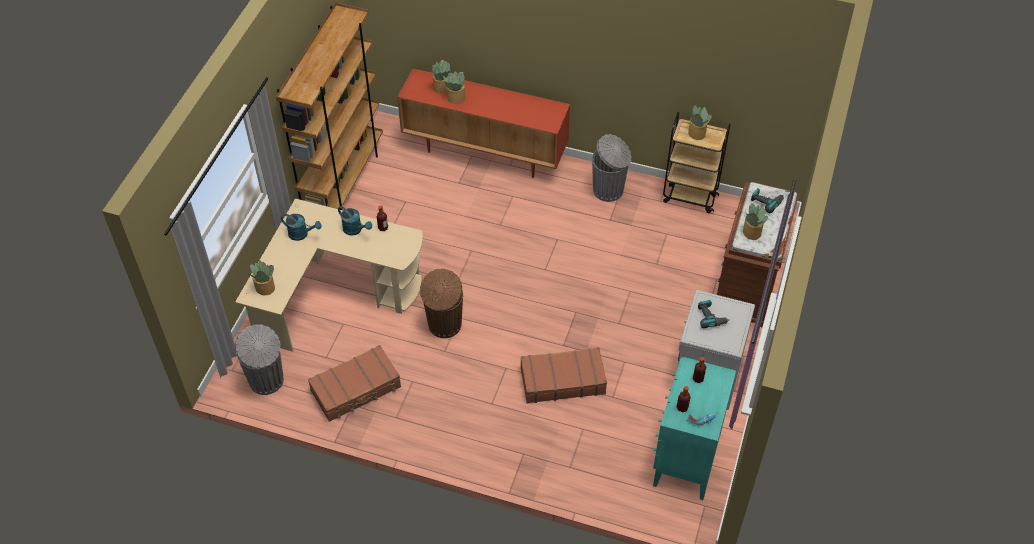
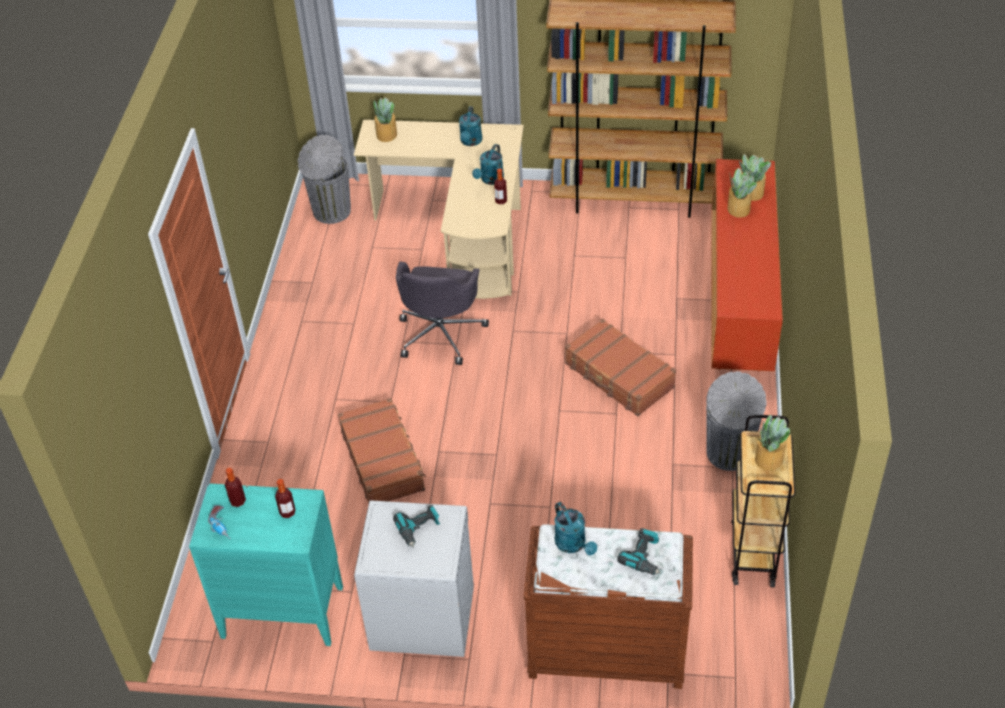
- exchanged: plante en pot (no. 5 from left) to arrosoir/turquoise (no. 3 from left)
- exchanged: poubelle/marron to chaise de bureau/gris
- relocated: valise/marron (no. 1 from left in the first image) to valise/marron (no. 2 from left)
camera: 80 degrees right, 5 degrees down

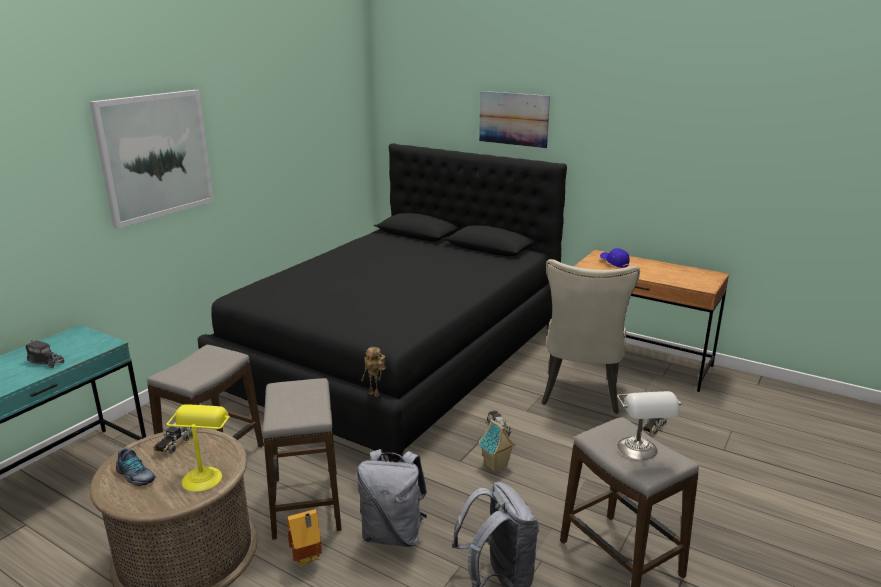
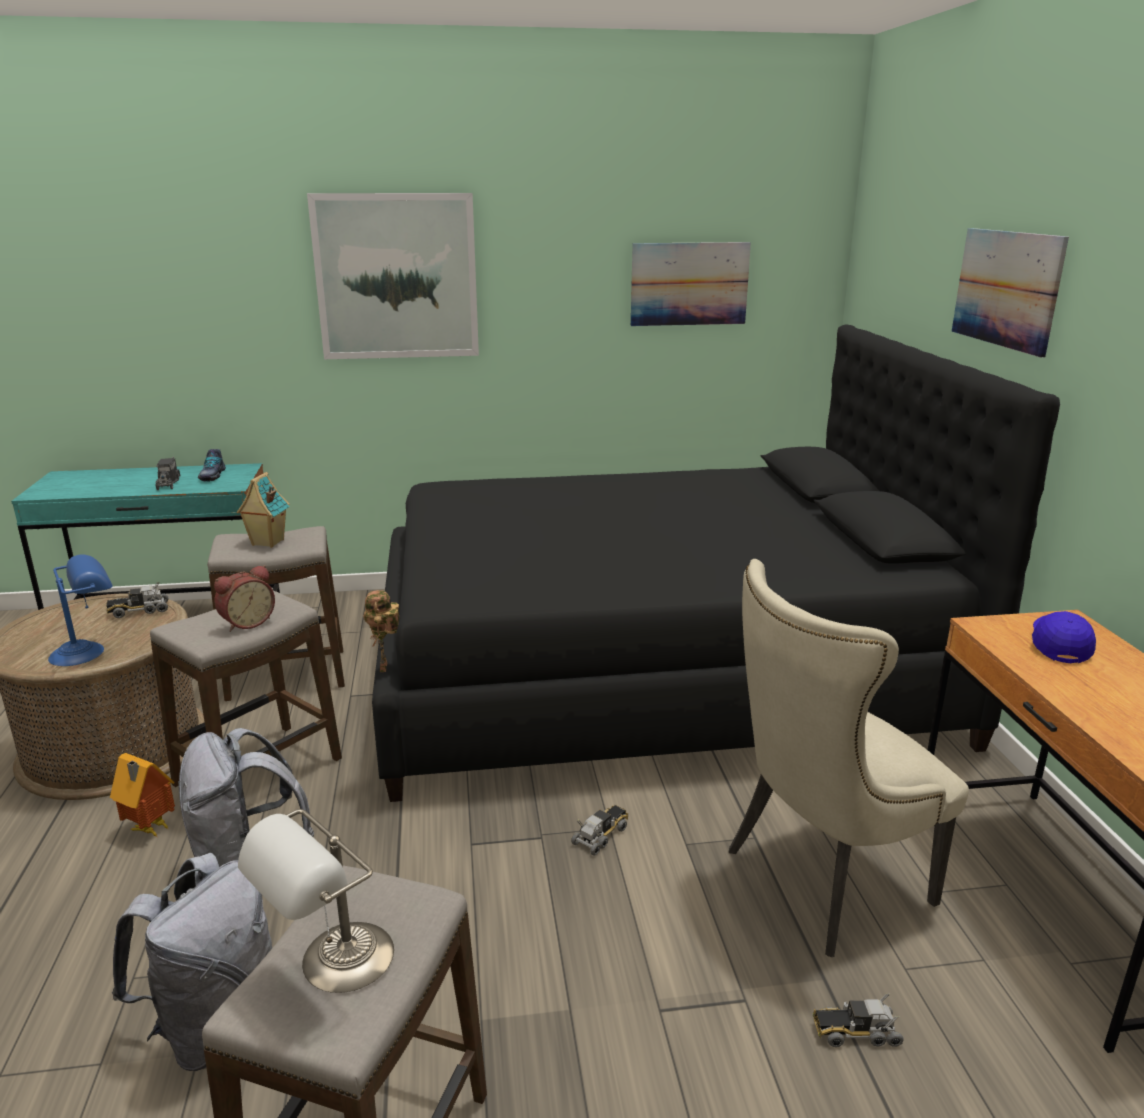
- colour: lampe de table/jaune to lampe de table/bleu
- relocated: maison miniature (no. 2 from left)
- relocated: chaussure
- appeared: tableau (no. 2 from left)
- appeared: réveil
camera: 50 degrees right, 0 degrees up

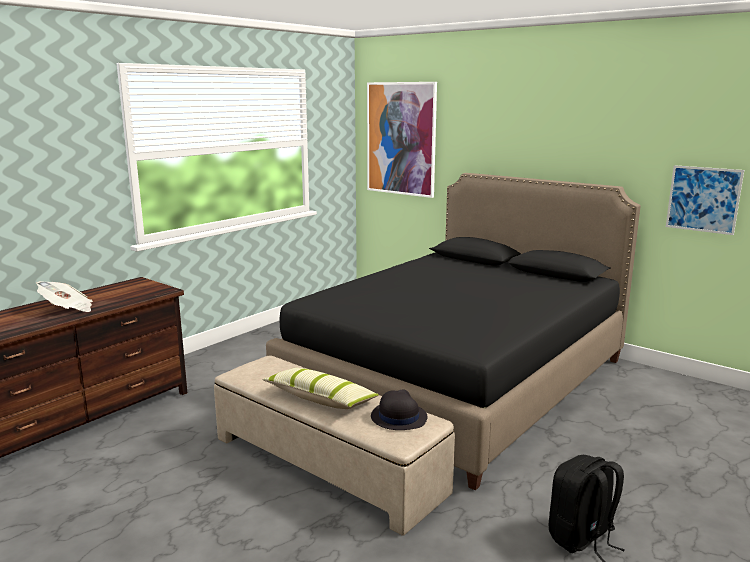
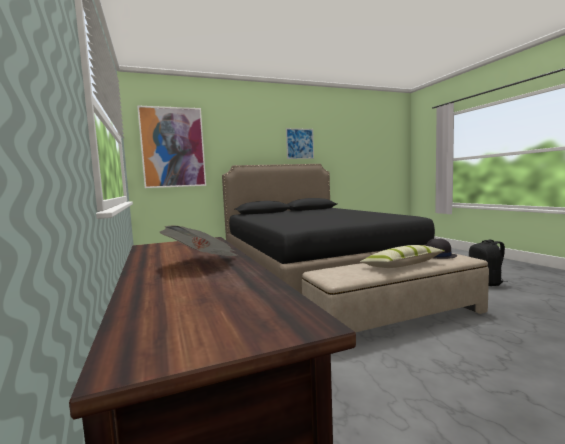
- relocated: tableau (no. 2 from left)
camera: 60 degrees left, 10 degrees down

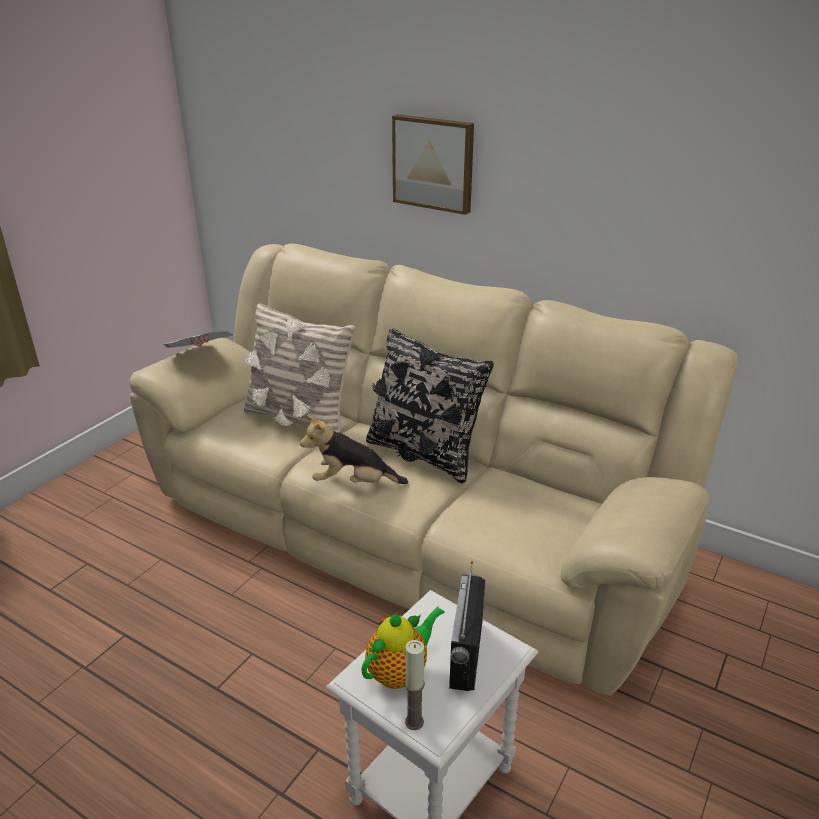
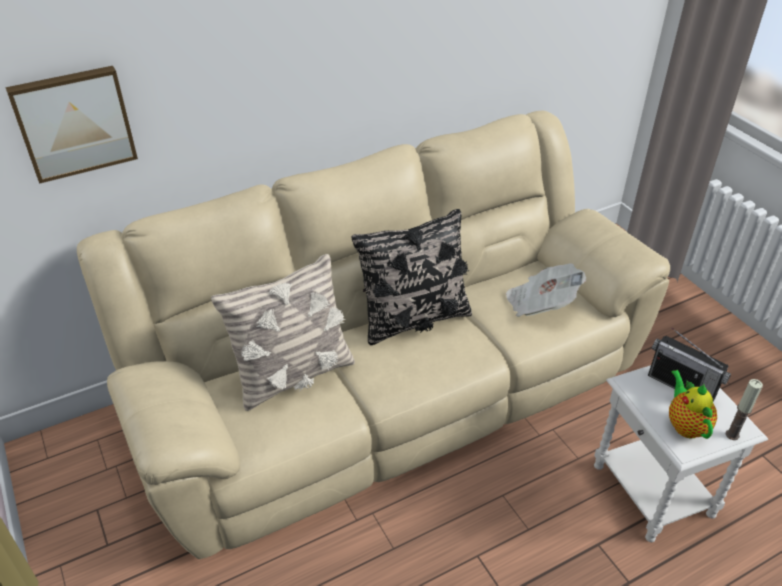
- relocated: tableau
- relocated: journal
- missing: peluche
camera: 60 degrees left, 10 degrees up

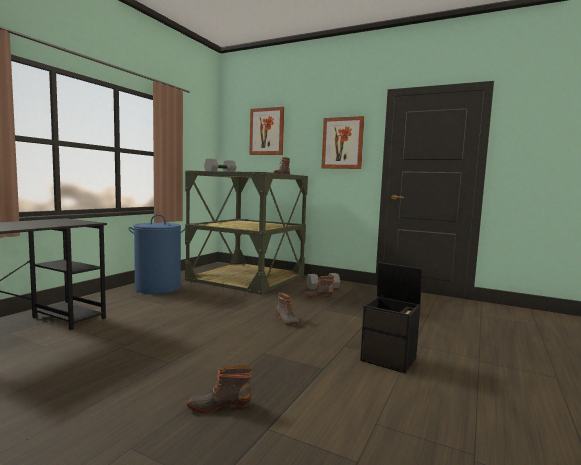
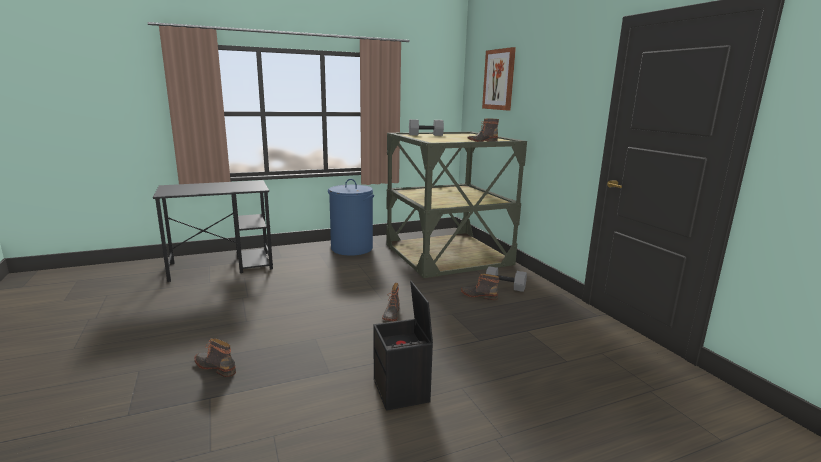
- missing: tableau (no. 2 from left)
camera: 40 degrees right, 10 degrees up

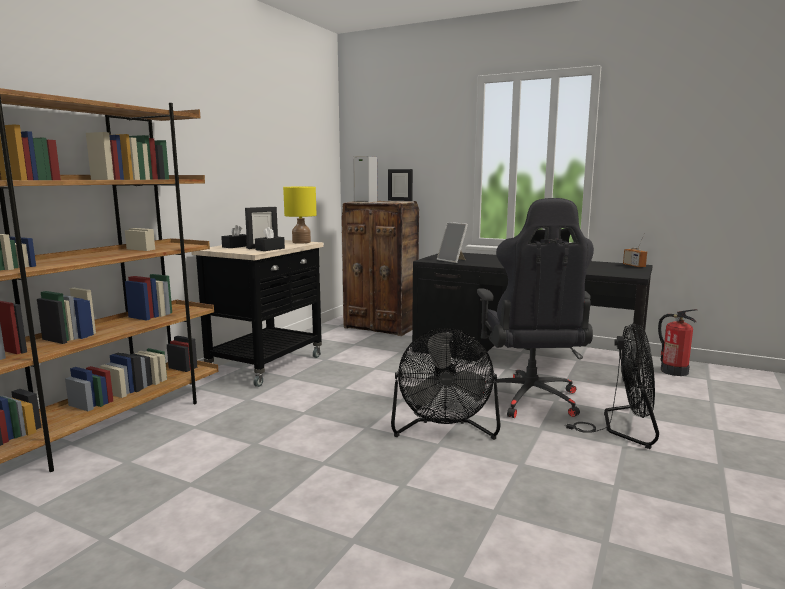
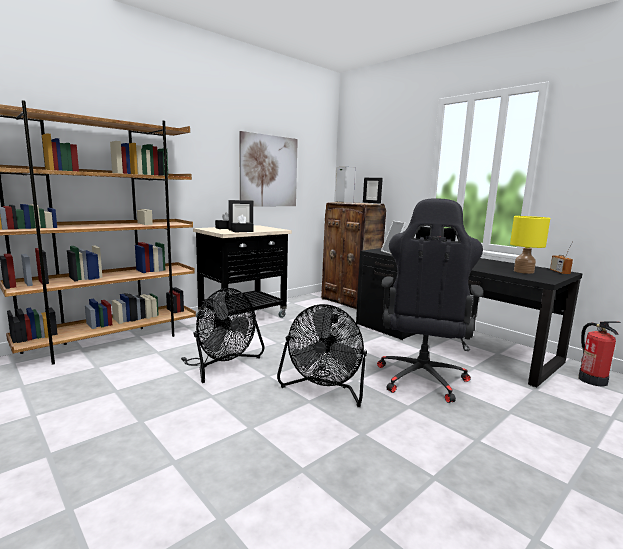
- relocated: lampe de table/jaune
- relocated: ventilateur/noir (no. 2 from left in the first image) to ventilateur/noir (no. 1 from left)
- appeared: tableau
camera: 20 degrees right, 0 degrees up

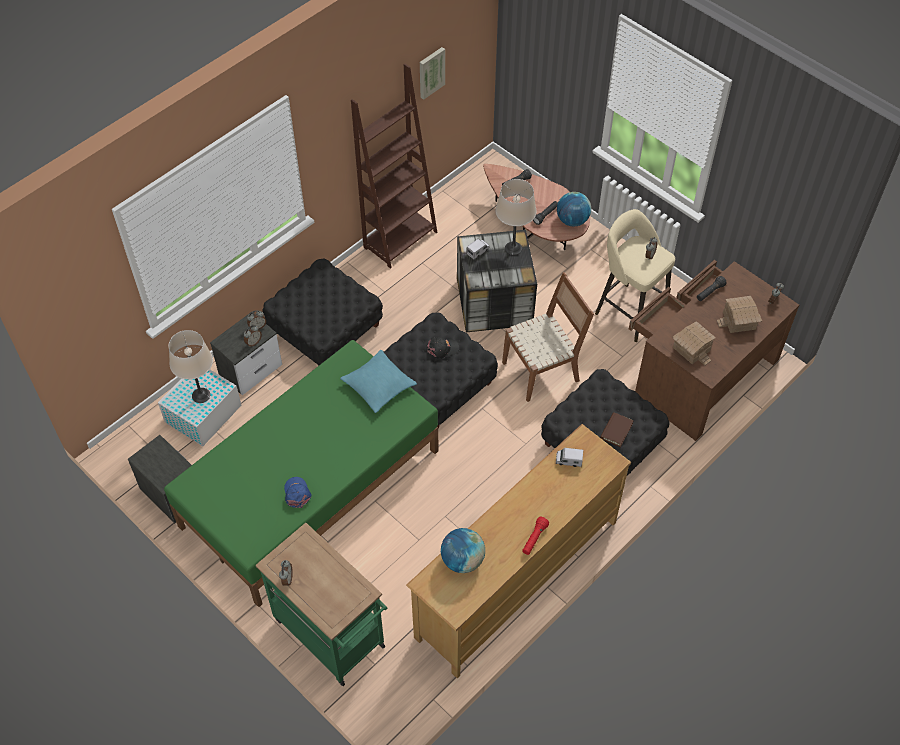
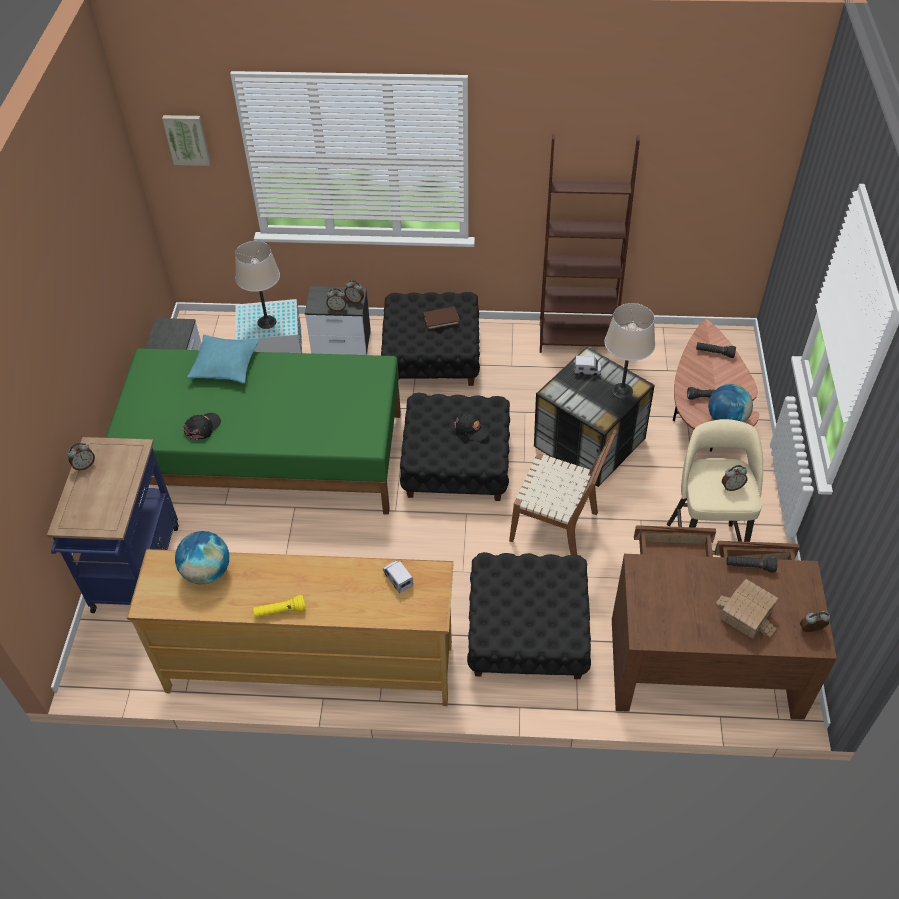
- relocated: tableau
- missing: maison miniature (no. 1 from left)
- relocated: coussin/turquoise
- relocated: livre/marron
- colour: casquette/bleu to casquette/noir (no. 1 from left)
- colour: lampe de poche/rouge to lampe de poche/jaune
- colour: chariot/vert to chariot/bleu
camera: 50 degrees right, 5 degrees down

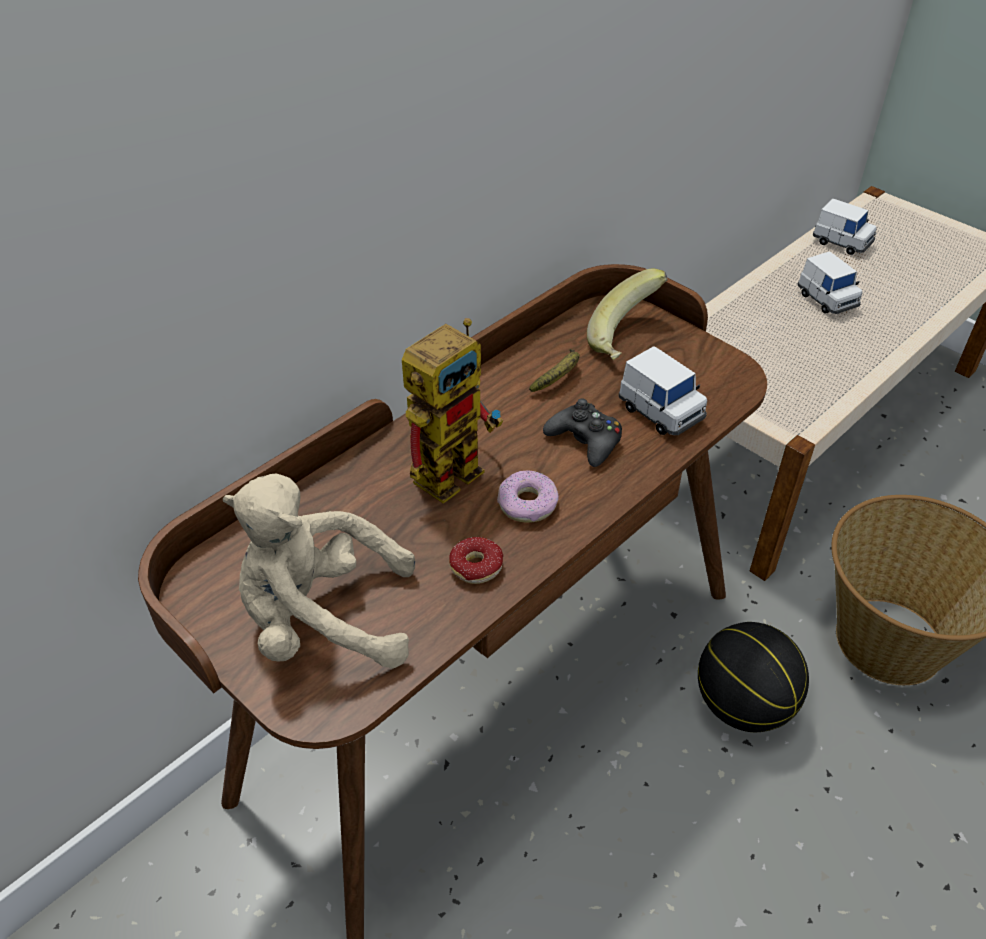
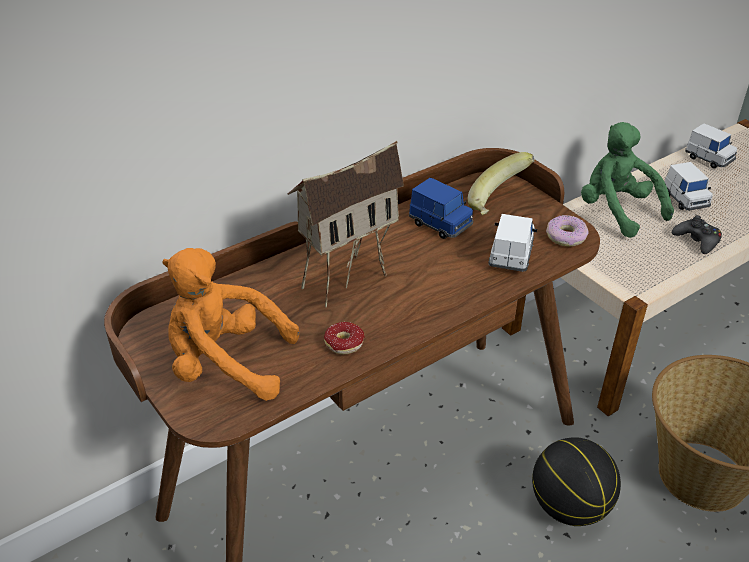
- exchanged: robot jouet to maison miniature
- spun: petite voiture/blanc (no. 1 from left) 135 degrees counterclockwise
- exchanged: banane (no. 1 from left) to petite voiture/bleu
- relocated: manette/noir
- relocated: beignet (no. 2 from left)
- colour: peluche/beige to peluche/orange
- appeared: peluche/vert
camera: 10 degrees right, 5 degrees down

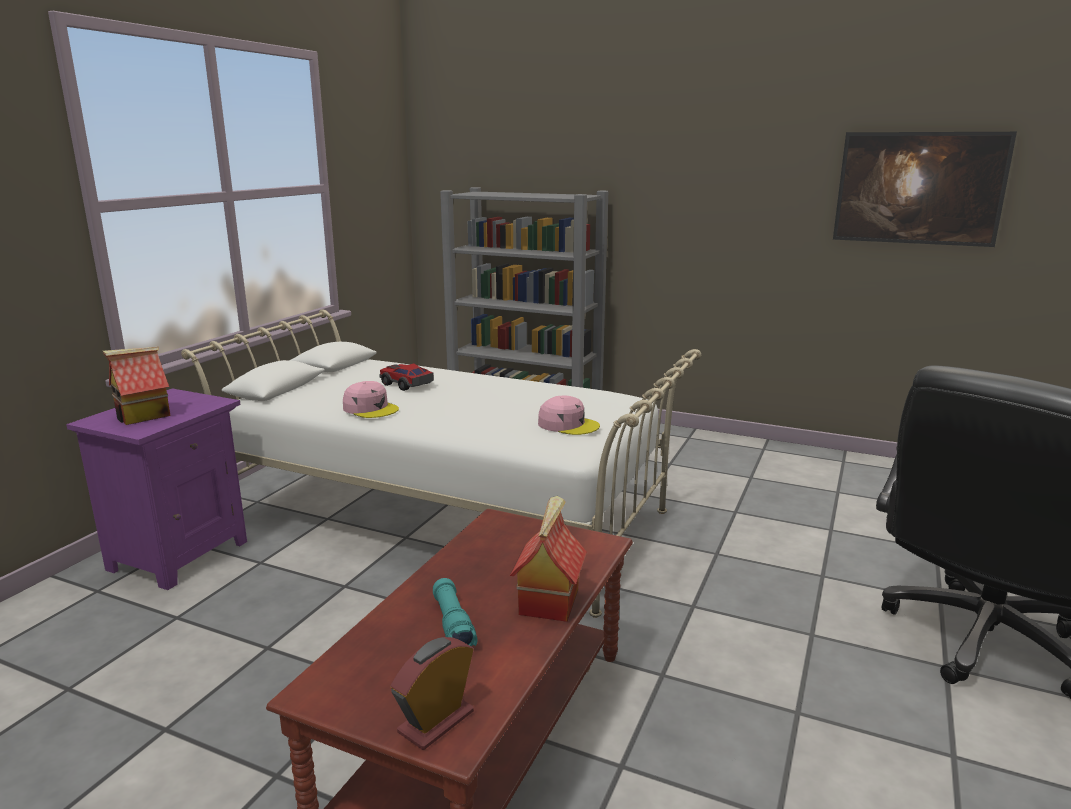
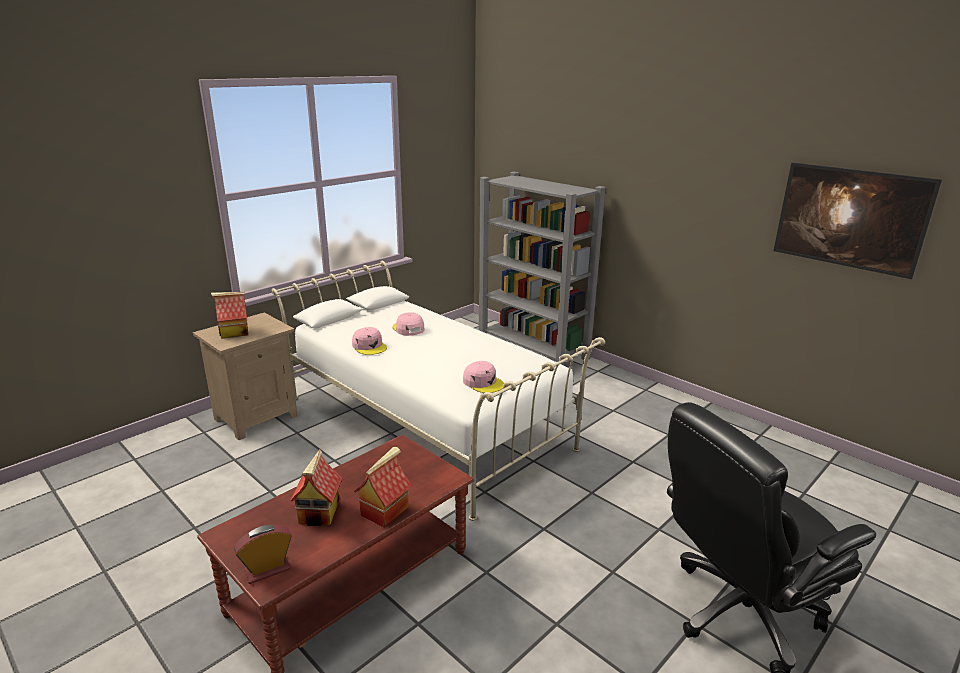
- exchanged: petite voiture to casquette/rose (no. 2 from left)
- colour: table de chevet/violet to table de chevet/beige
- exchanged: lampe de poche/turquoise to maison miniature (no. 2 from left)
camera: 20 degrees right, 5 degrees up

